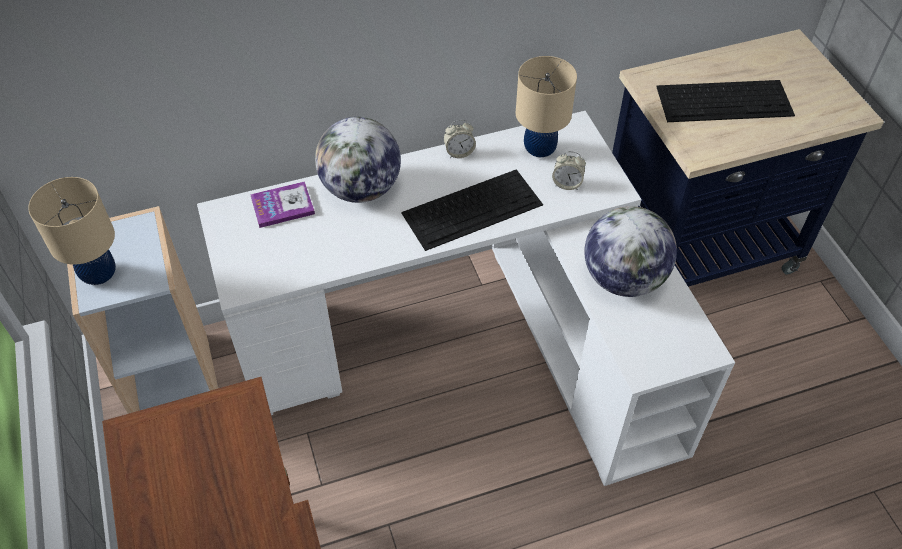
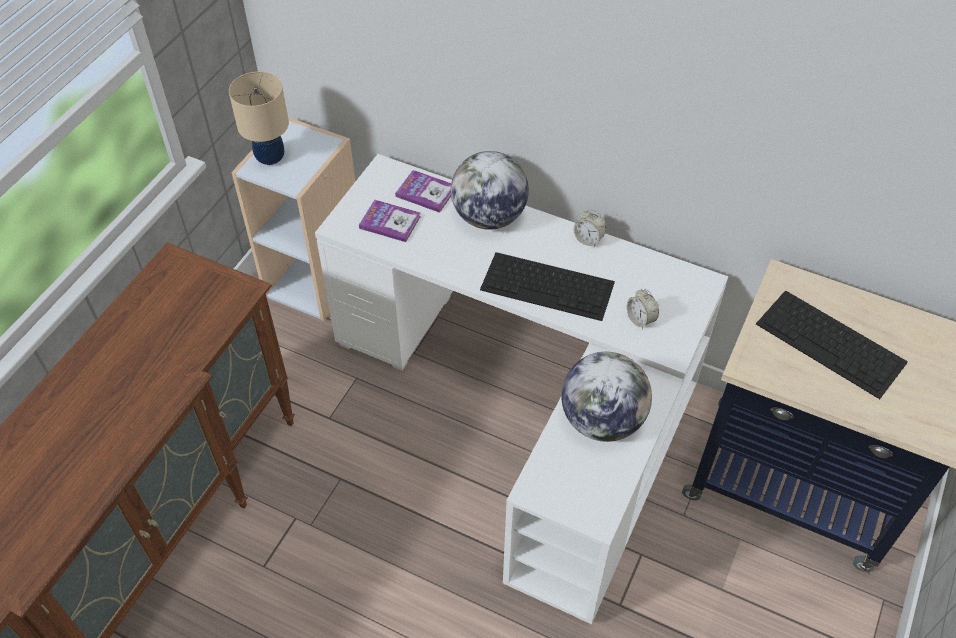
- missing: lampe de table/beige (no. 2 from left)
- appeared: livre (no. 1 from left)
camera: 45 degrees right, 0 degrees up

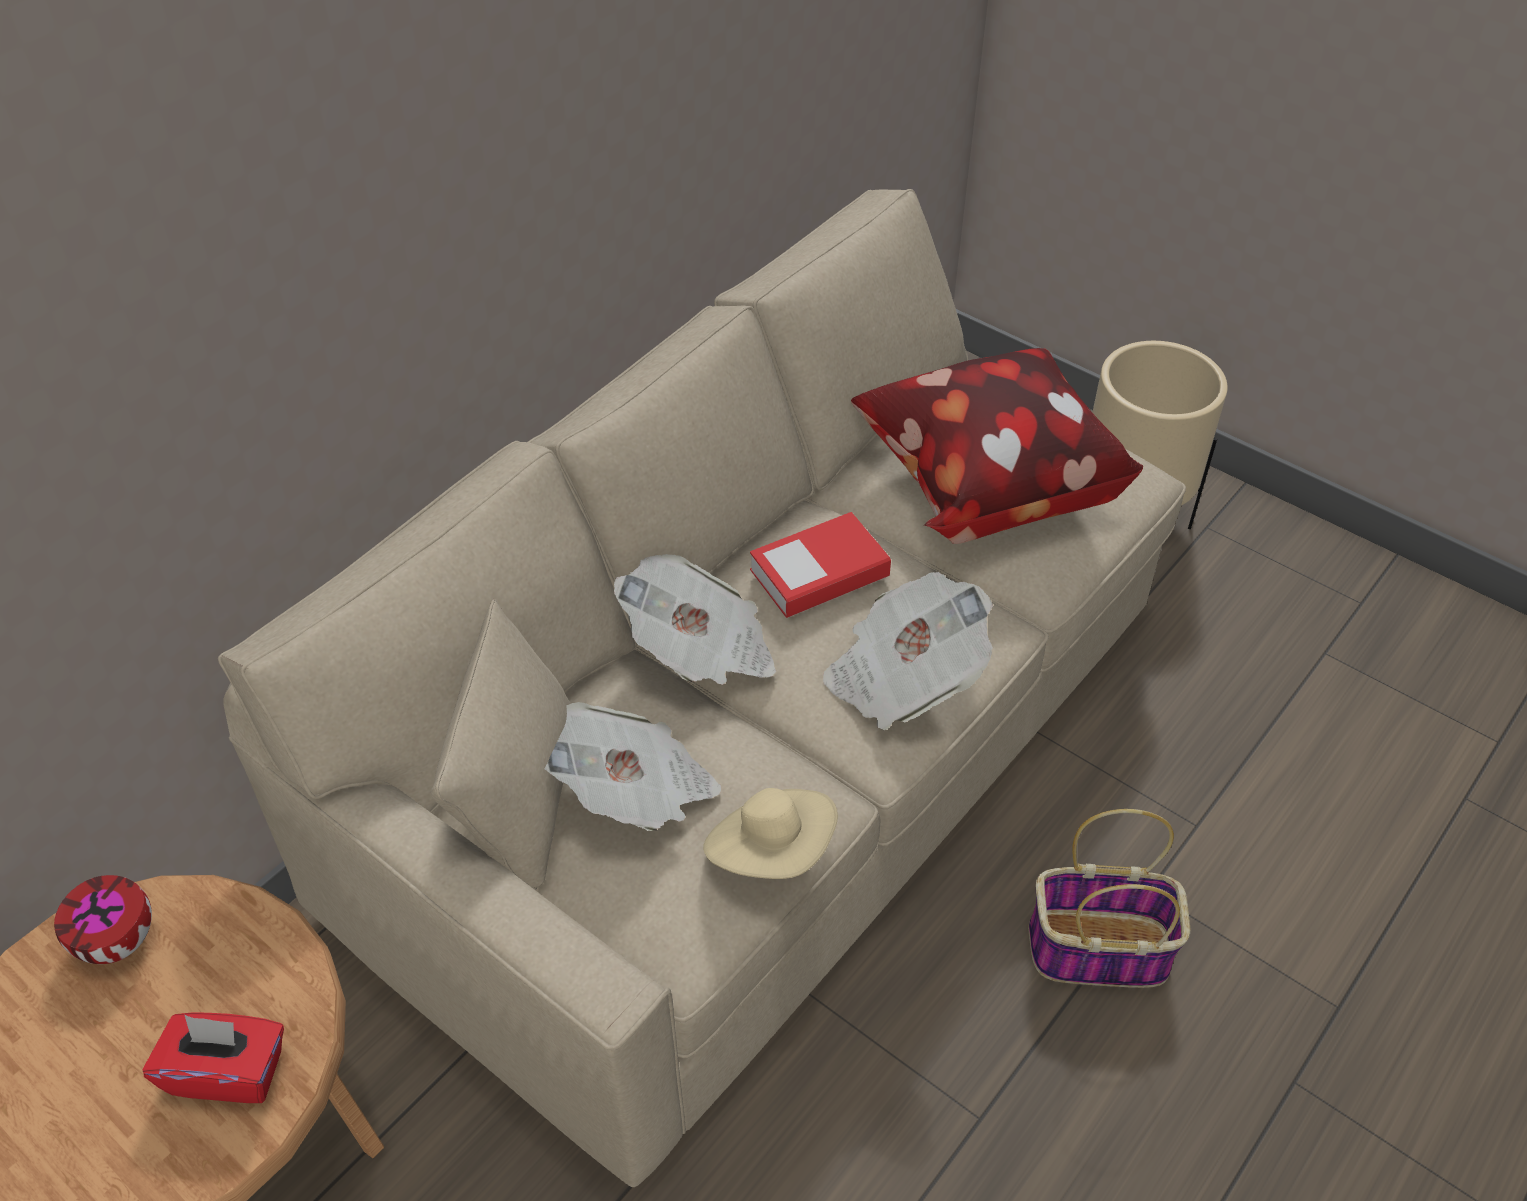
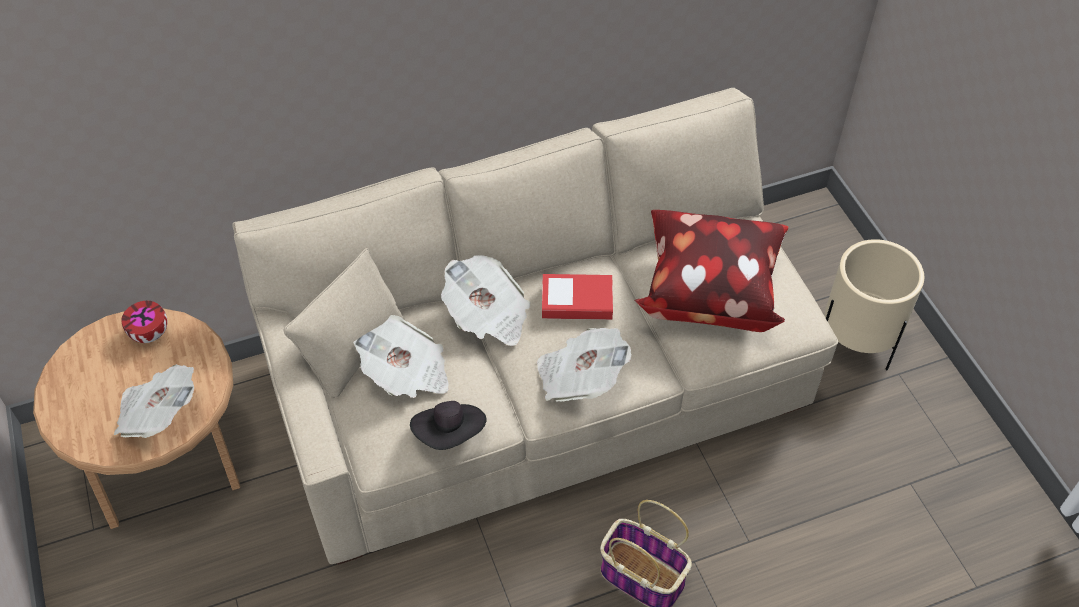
- colour: chapeau/beige to chapeau/noir
- exchanged: boîte à mouchoirs/rouge to journal (no. 1 from left)
camera: 30 degrees right, 5 degrees up

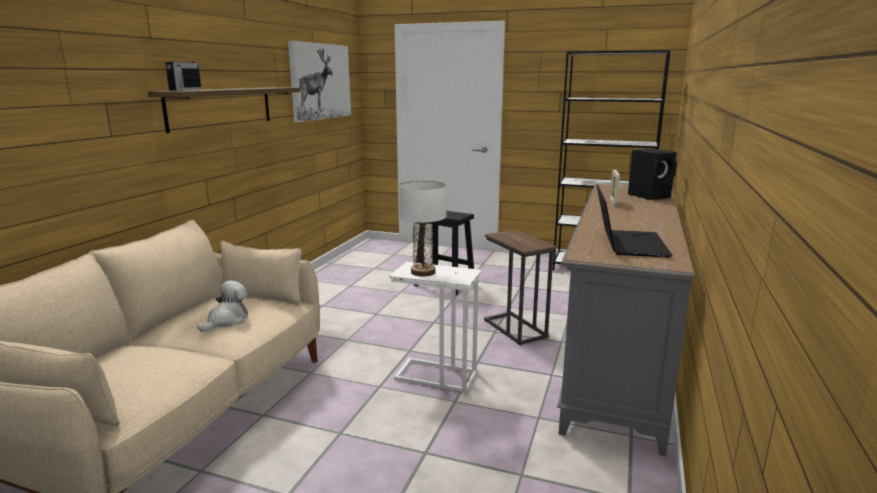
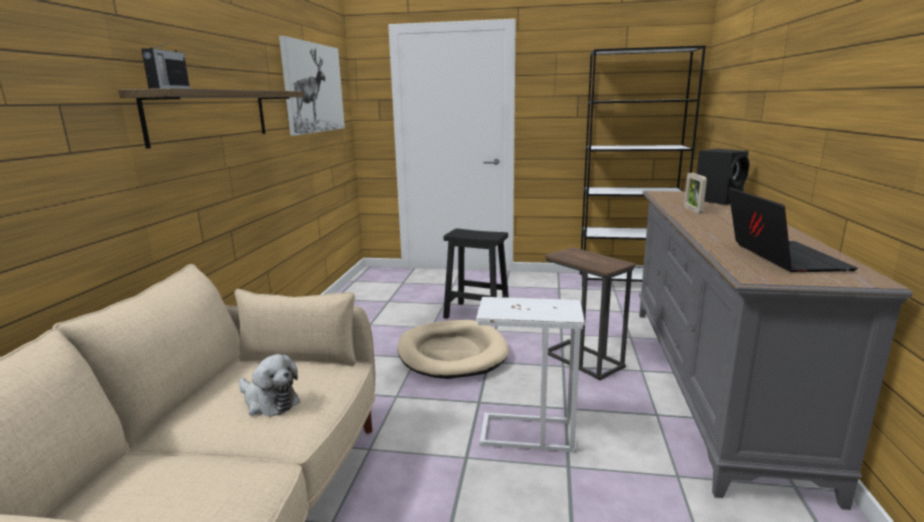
- missing: lampe de table
- spun: peluche 105 degrees clockwise
- appeared: panier pour chien/beige
camera: 10 degrees left, 0 degrees up

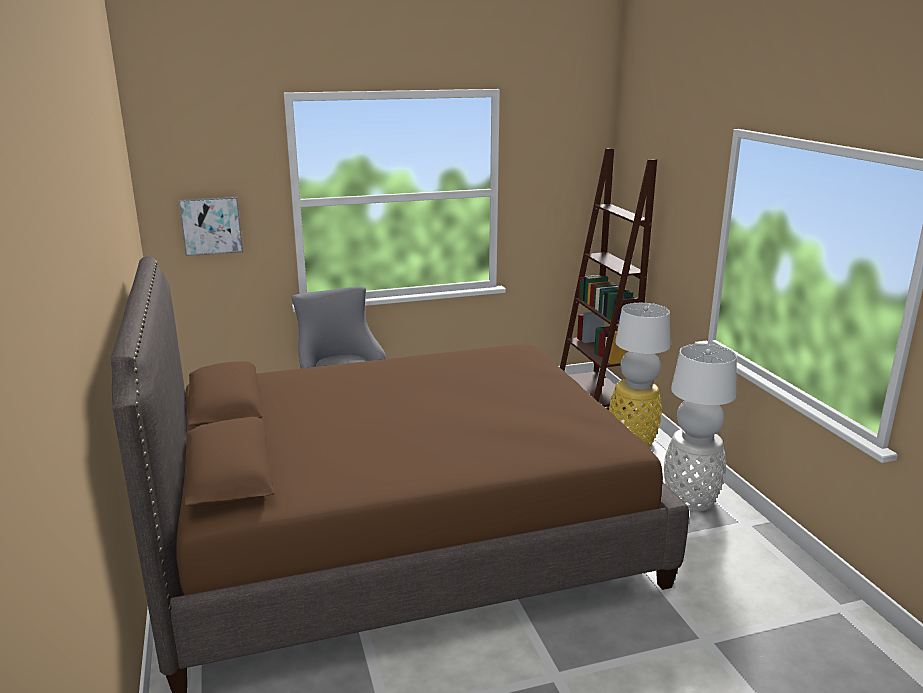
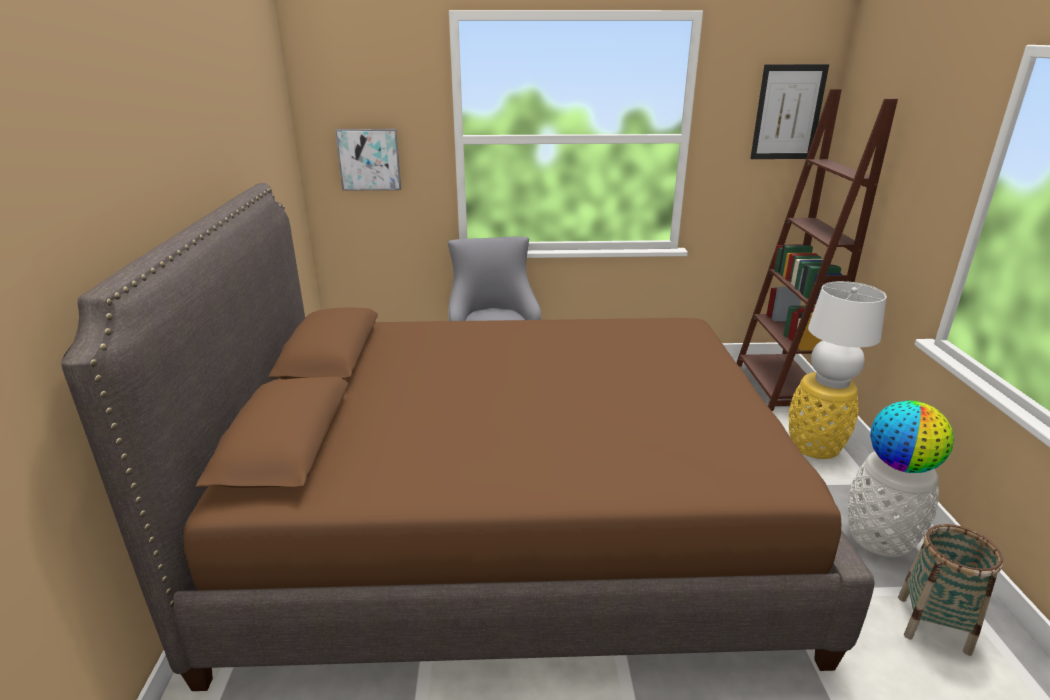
- exchanged: lampe de table/blanc (no. 2 from left) to globe
- appeared: tableau (no. 2 from left)
- appeared: panier
camera: 15 degrees right, 5 degrees up

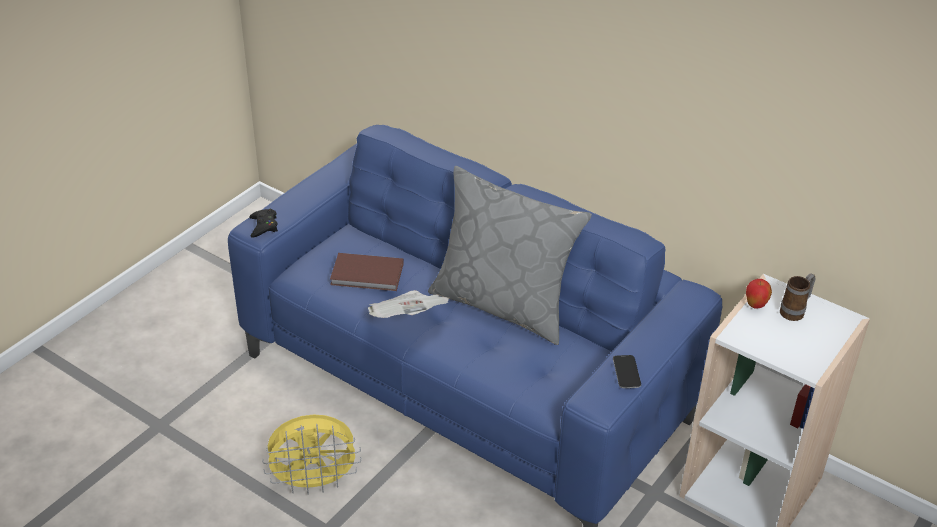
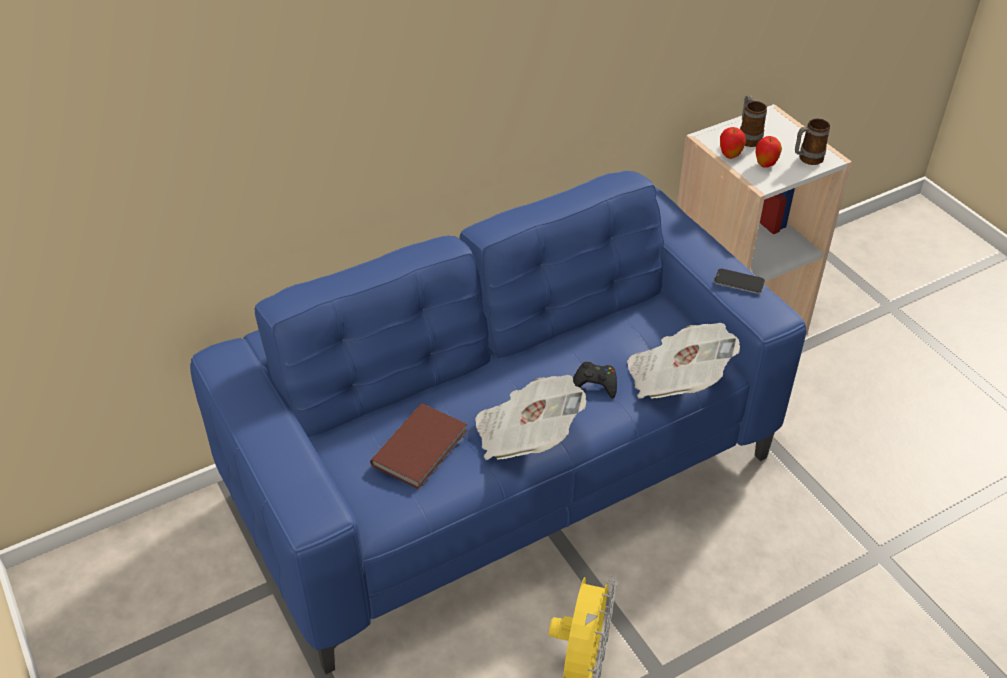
- missing: coussin/gris
- relocated: manette/noir
- appeared: mug (no. 2 from left)
- appeared: pomme (no. 2 from left)
- appeared: journal (no. 2 from left)
camera: 65 degrees left, 5 degrees up

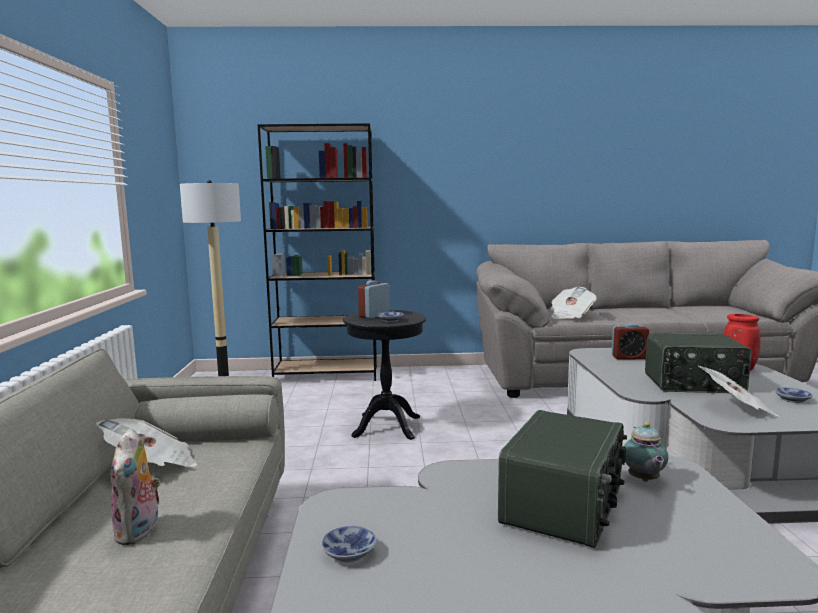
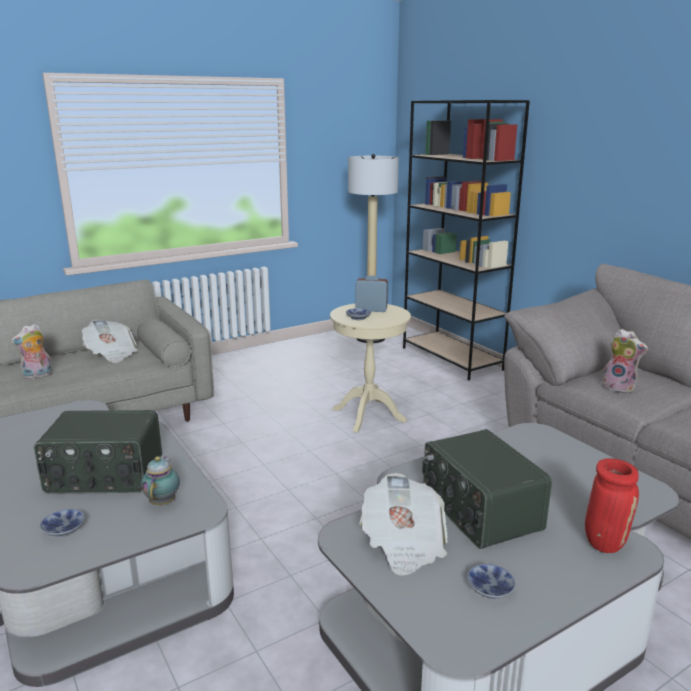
- exchanged: journal (no. 2 from left) to peluche (no. 2 from left)
- colour: table d'appoint/noir to table d'appoint/beige
- missing: réveil (no. 2 from left)
- spun: théière 120 degrees clockwise
- relocated: bol (no. 1 from left)
camera: 60 degrees right, 10 degrees up

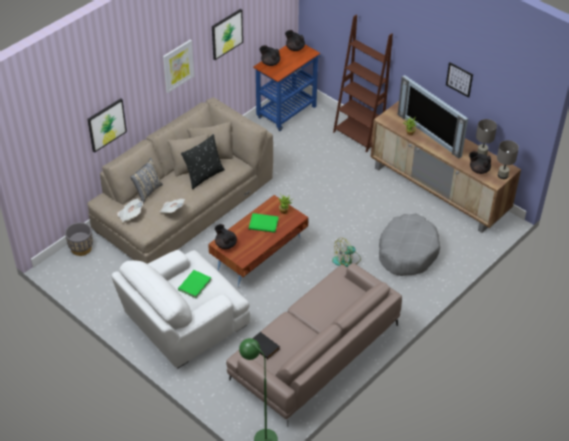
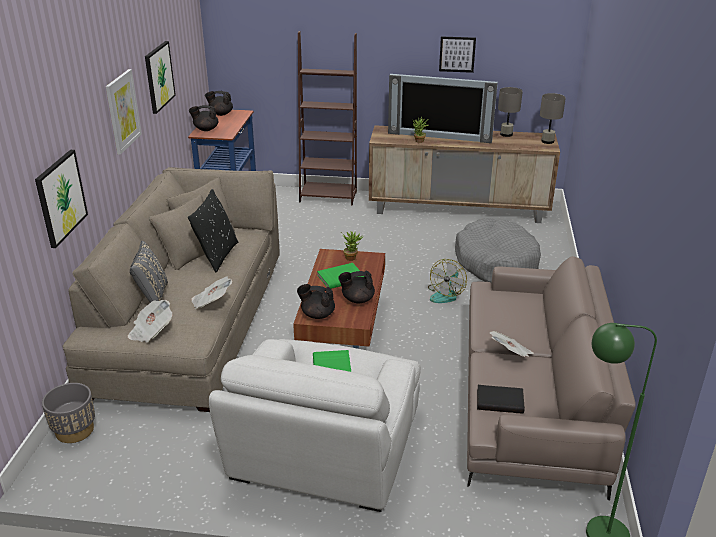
- relocated: théière/noir (no. 4 from left)
- appeared: journal (no. 3 from left)
camera: 35 degrees left, 15 degrees down

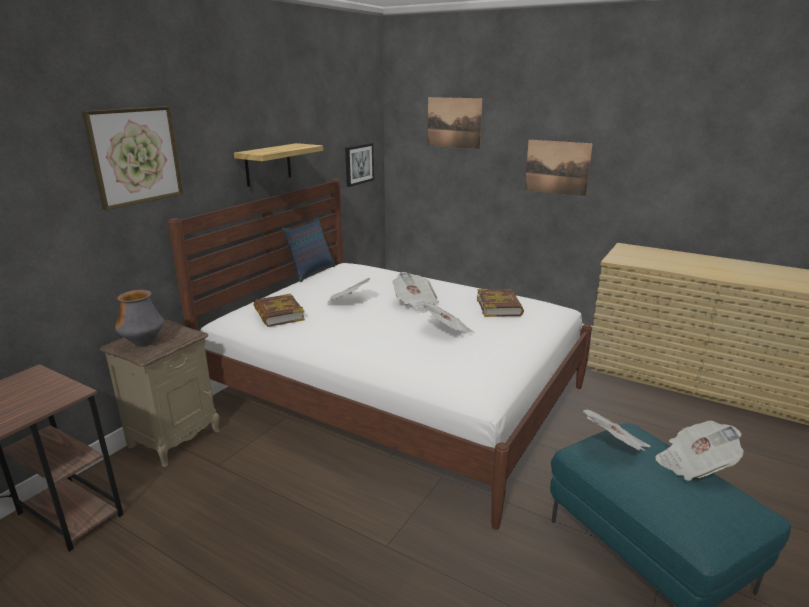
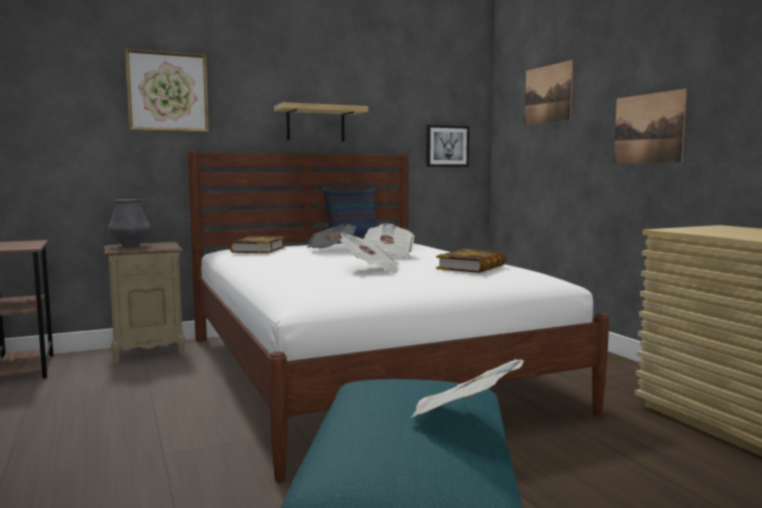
- missing: journal (no. 4 from left)
camera: 35 degrees right, 15 degrees down

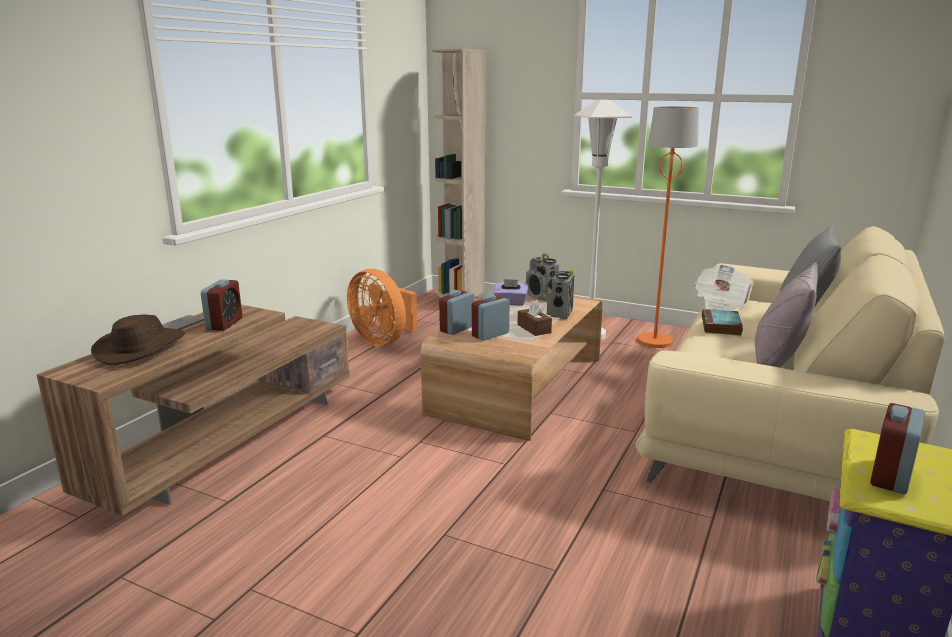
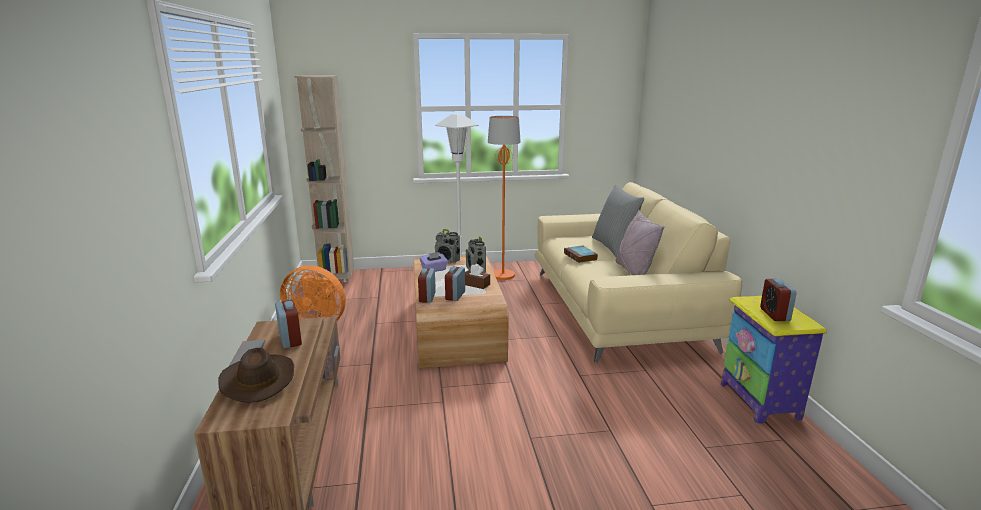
- missing: journal
camera: 35 degrees left, 0 degrees up

